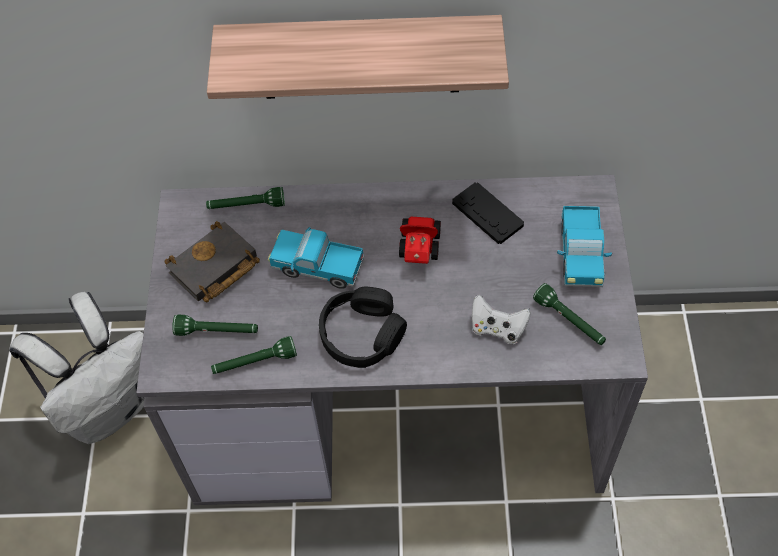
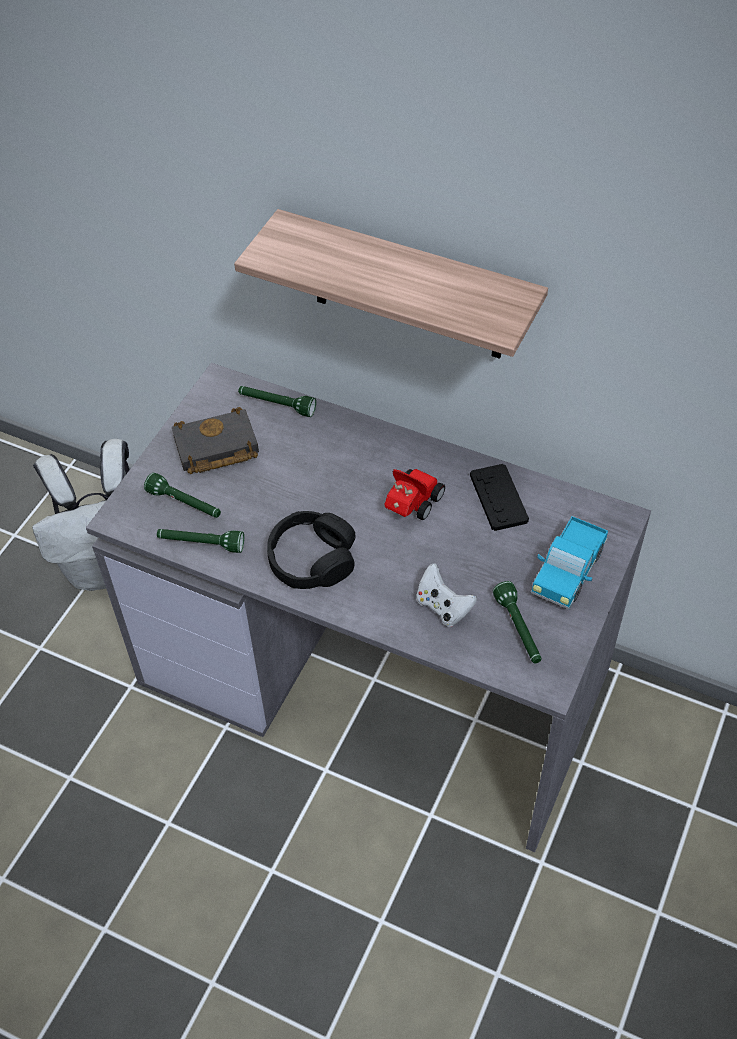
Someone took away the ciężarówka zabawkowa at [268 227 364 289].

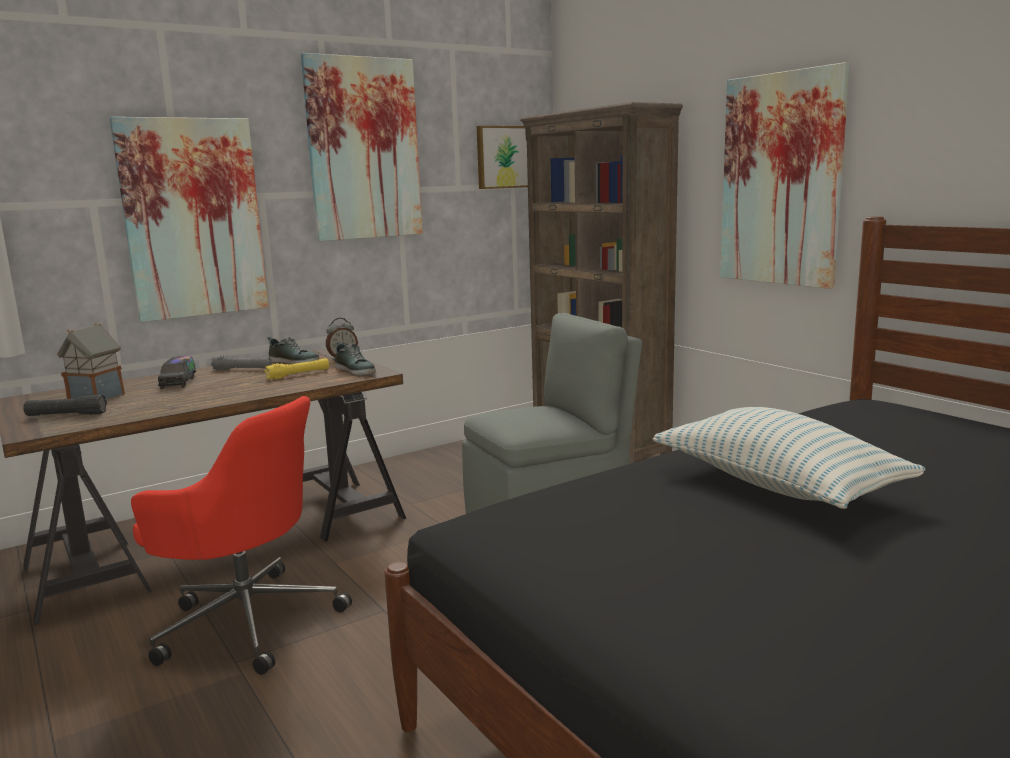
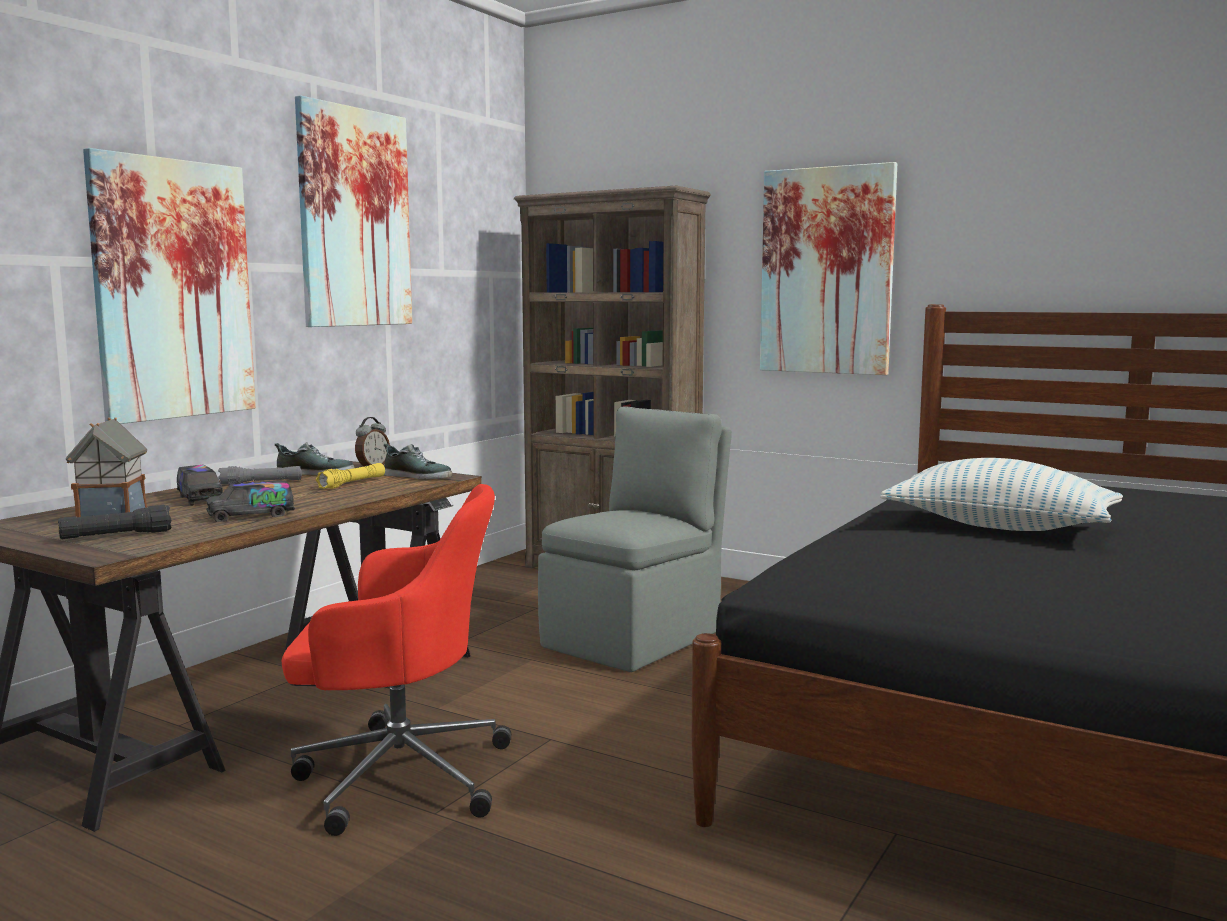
Someone took away the obraz at [477 126 528 189].
Someone put down the ciężarówka zabawkowa at [206 480 295 522].

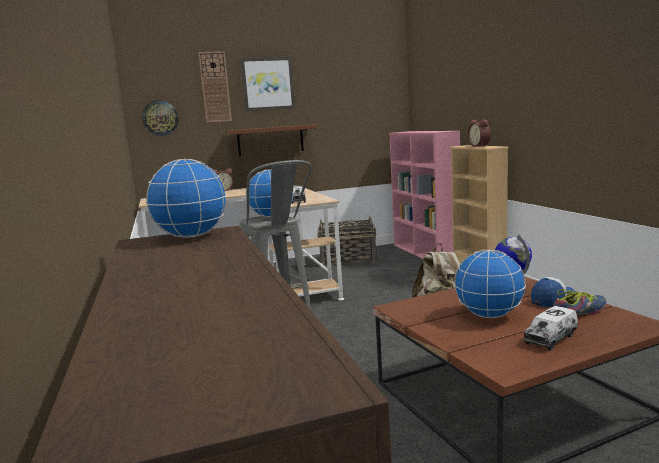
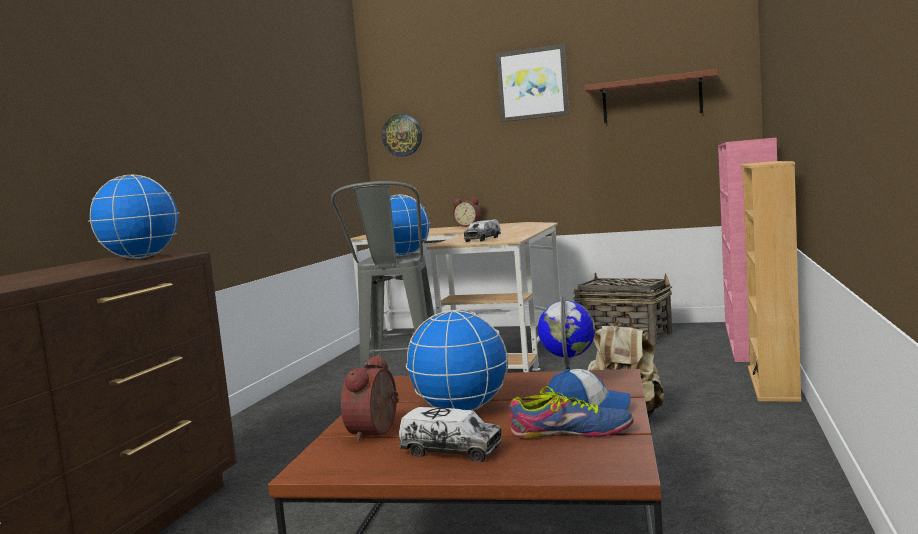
Someone took away the zegar ścienny at [198 51 232 123].
Someone carried the półka [brązowy] from [226 124 317 156] to [584 69 718 123].
Someone carried the budzik from [467 119 491 147] to [341 355 399 442].
Someone rotated the ciężarówka zabawkowa at [523 306 578 351] by 150 degrees counterclockwise.

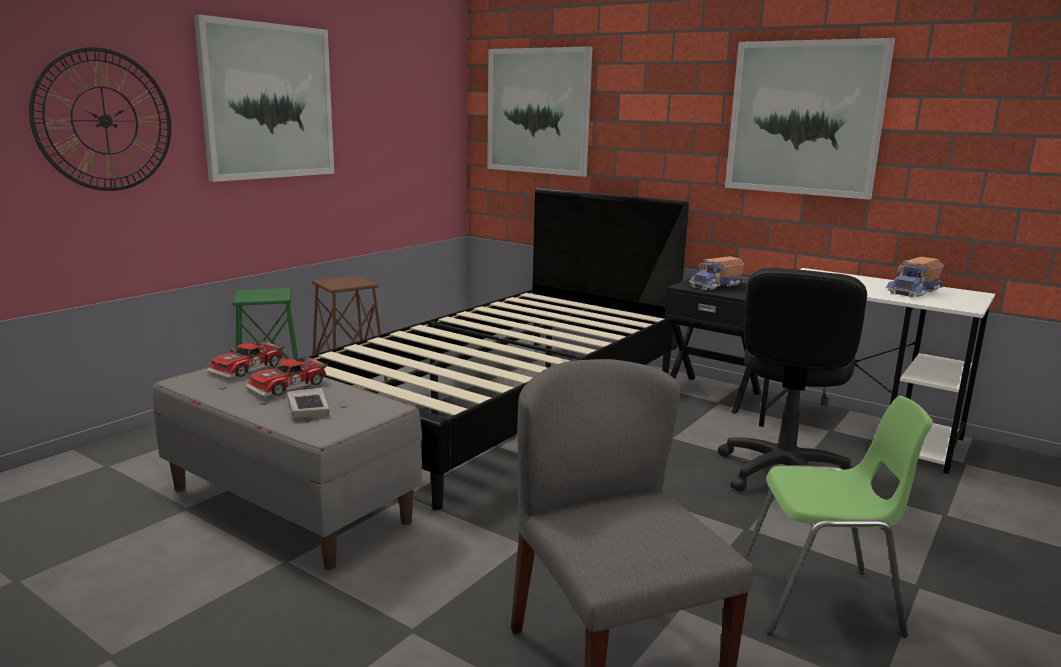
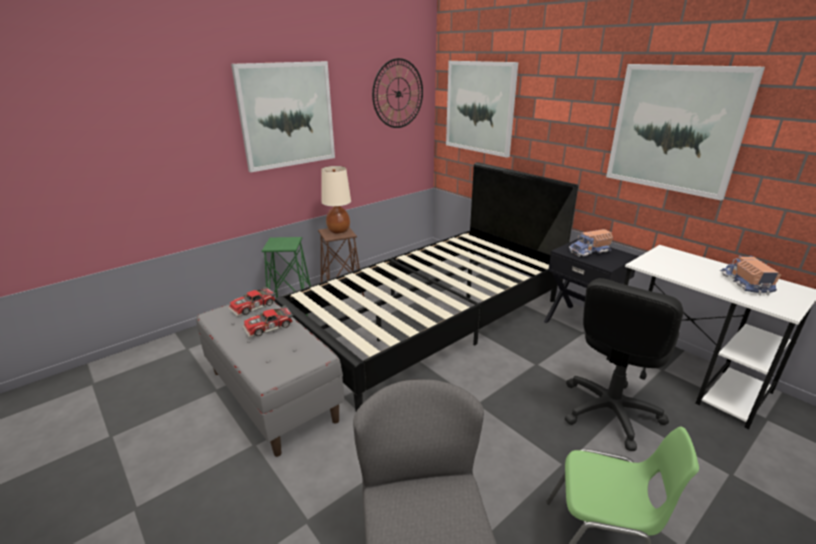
Someone carried the zegar ścienny from [29 47 171 191] to [372 58 423 128].
Someone took away the książka at [287 388 329 417].
Someone rotated the ciężarówka zabawkowa at [885 257 944 298] by 120 degrees clockwise.
Someone put down the lampa stołowa [beżowy] at [321 166 351 234].

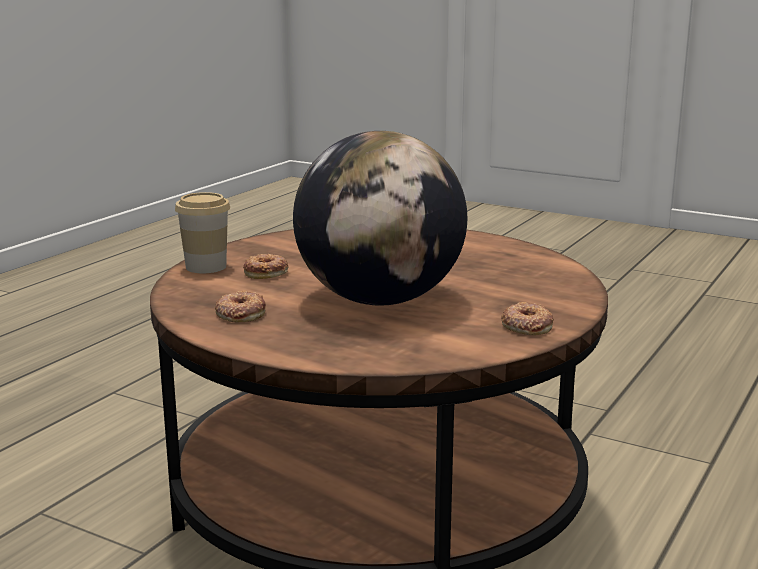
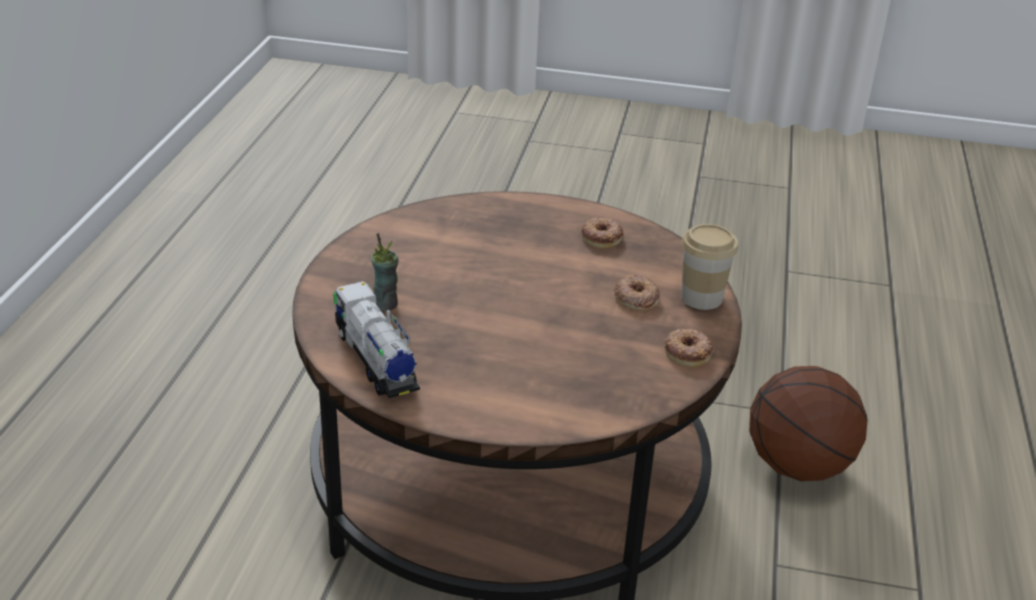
Someone took away the globus at [293 131 467 305].
Someone carried the donut from [501 302 554 335] to [664 329 714 367].
Someone put down the ciężarówka zabawkowa at [333 281 420 398].
Someone put down the filiżanka at [371 233 399 311].
Someone put down the piłka do koszykówki at [749 366 868 481].

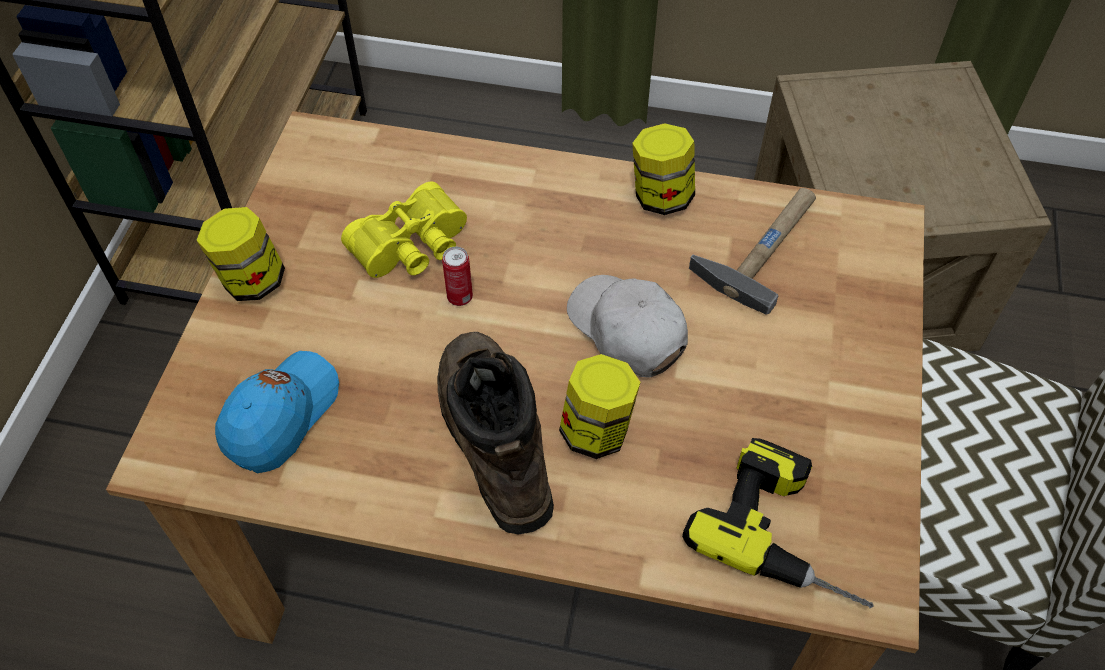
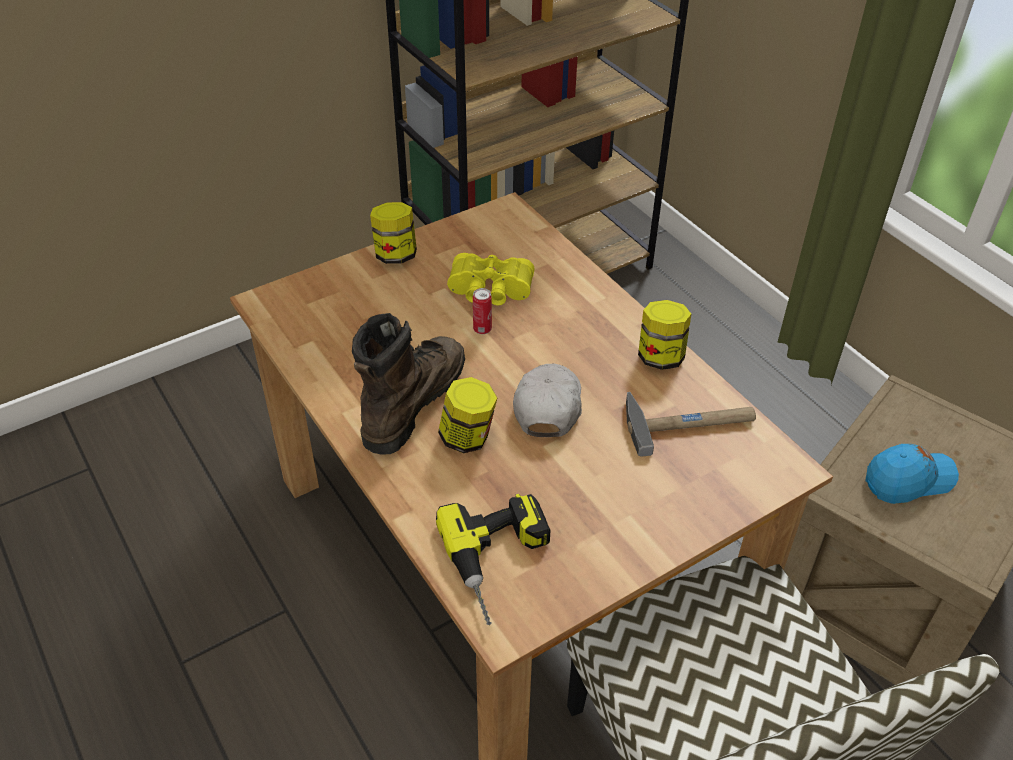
Someone carried the czapka z daszkiem [niebieski] from [215 351 339 473] to [866 444 959 504].

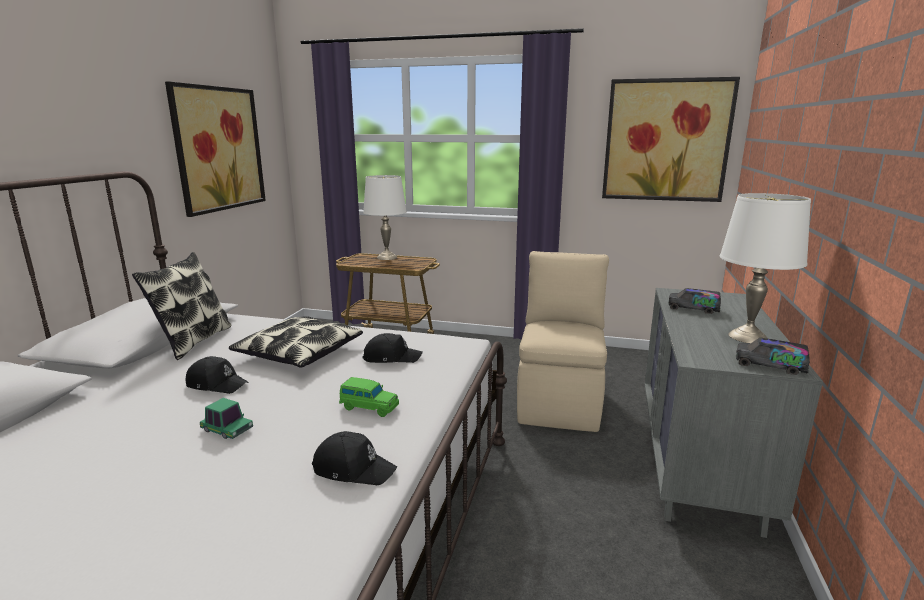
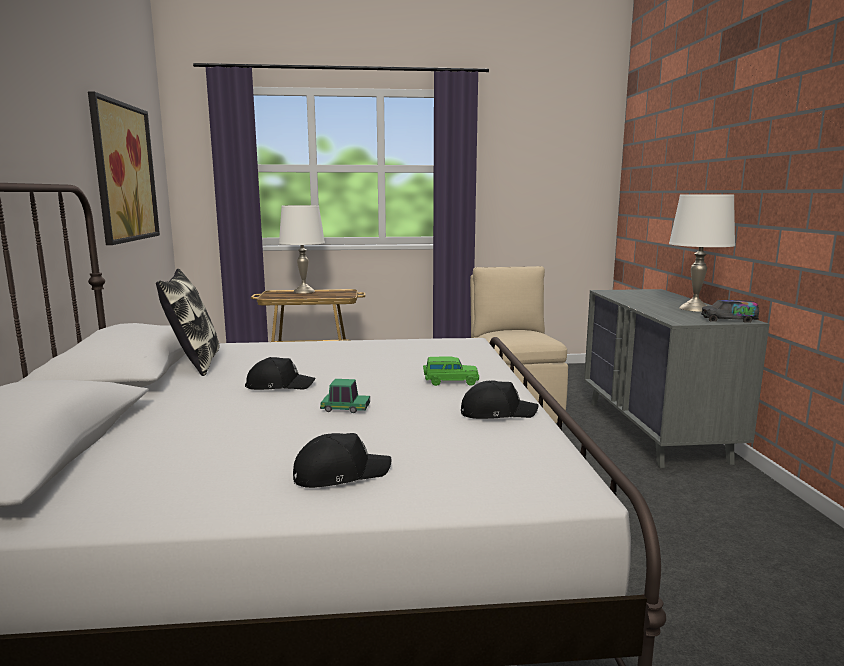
Someone took away the poduszka at [229 317 363 368].
Someone carried the czapka z daszkiem [czarny] from [362 333 423 363] to [293 433 392 488].
Someone took away the obraz at [602 77 740 202].
Someone took away the ciężarówka zabawkowa at [668 288 721 314].

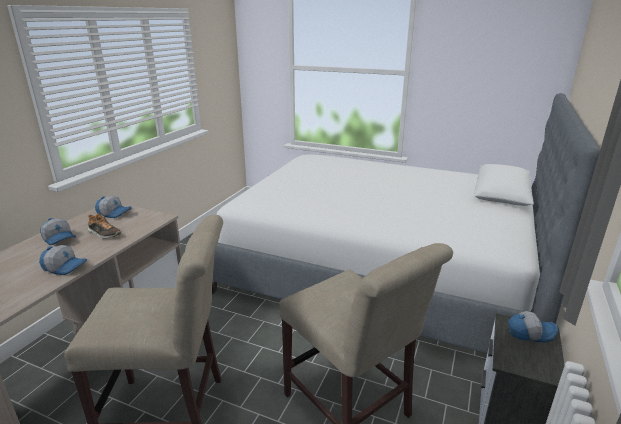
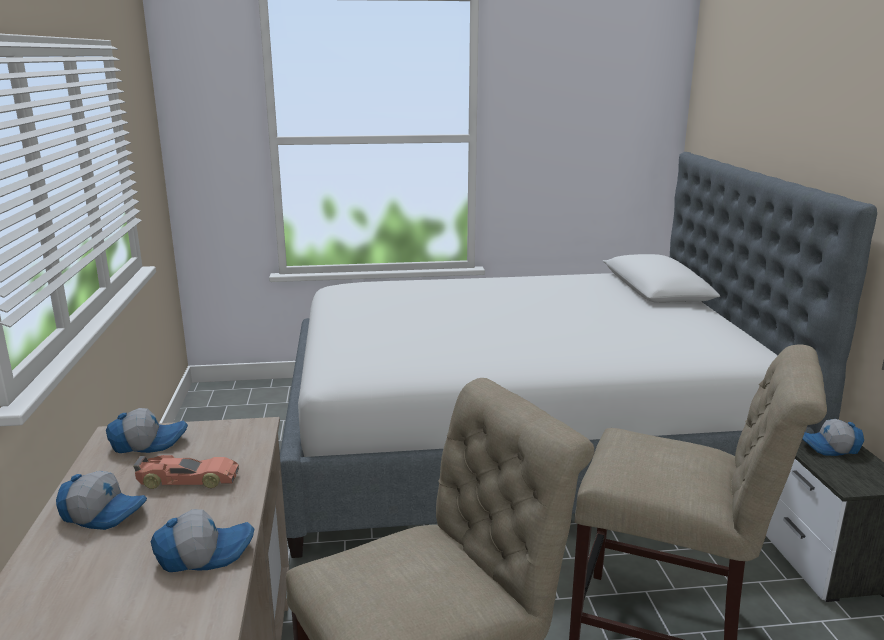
Someone swapped the but at [88 214 121 238] for the samochodzik at [133 455 239 489].
Someone rotated the czapka z daszkiem at [508 311 558 342] by 150 degrees counterclockwise.

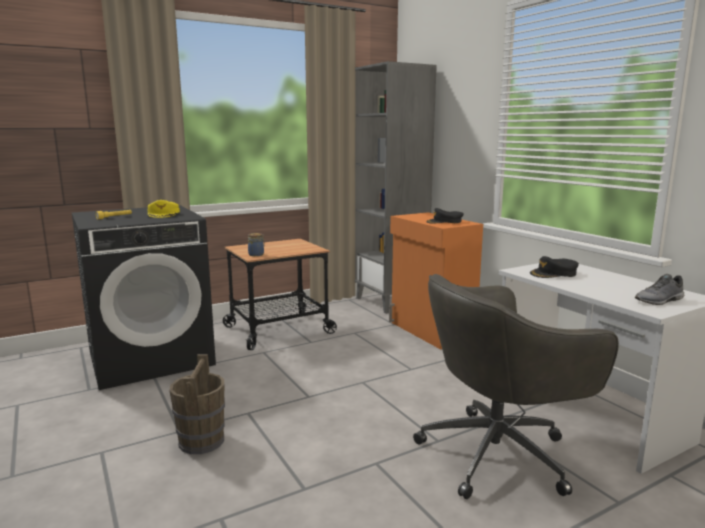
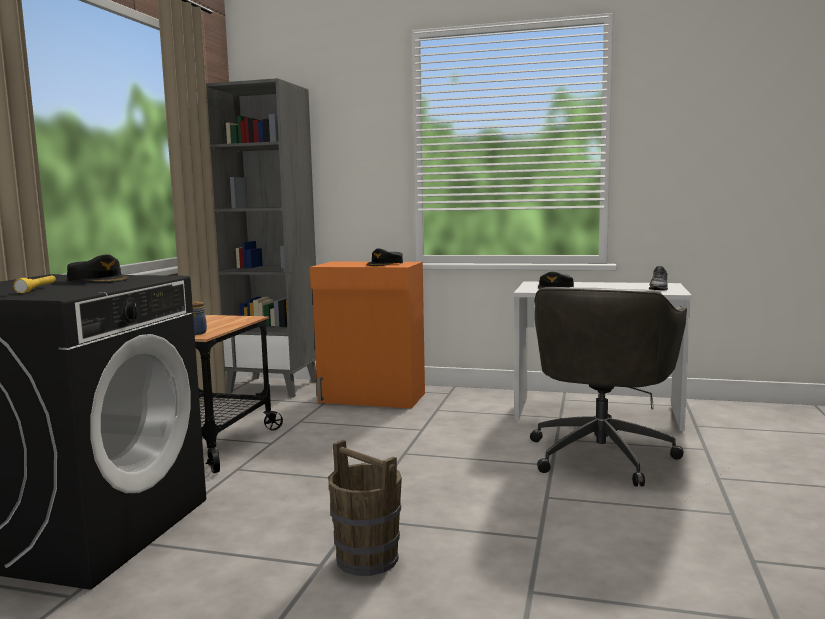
Someone repainted the czapka z daszkiem [żółty] at [147 200 180 218], which became the czapka z daszkiem [czarny] at [67 255 129 283].

